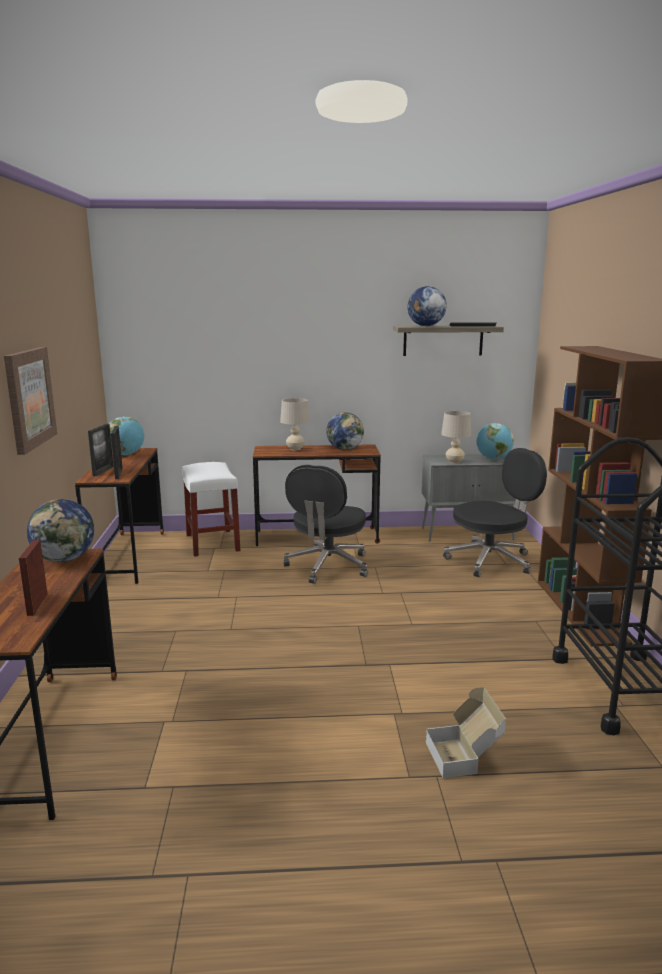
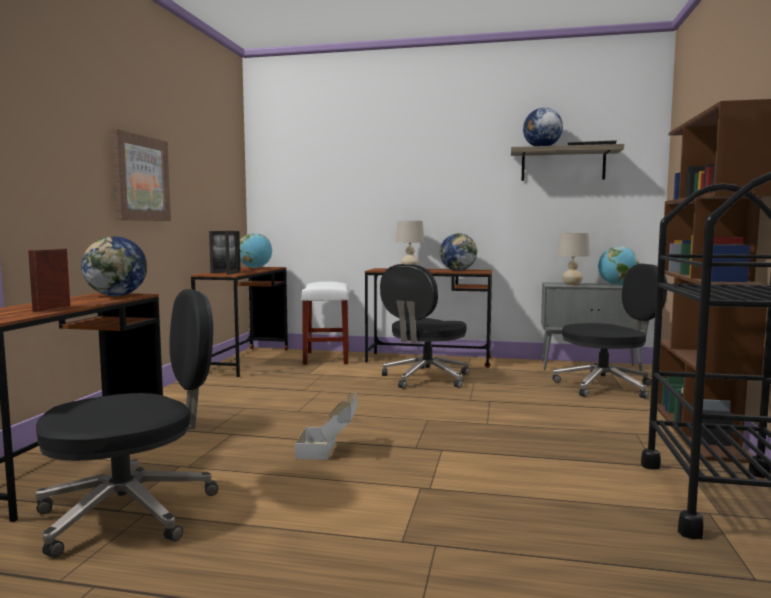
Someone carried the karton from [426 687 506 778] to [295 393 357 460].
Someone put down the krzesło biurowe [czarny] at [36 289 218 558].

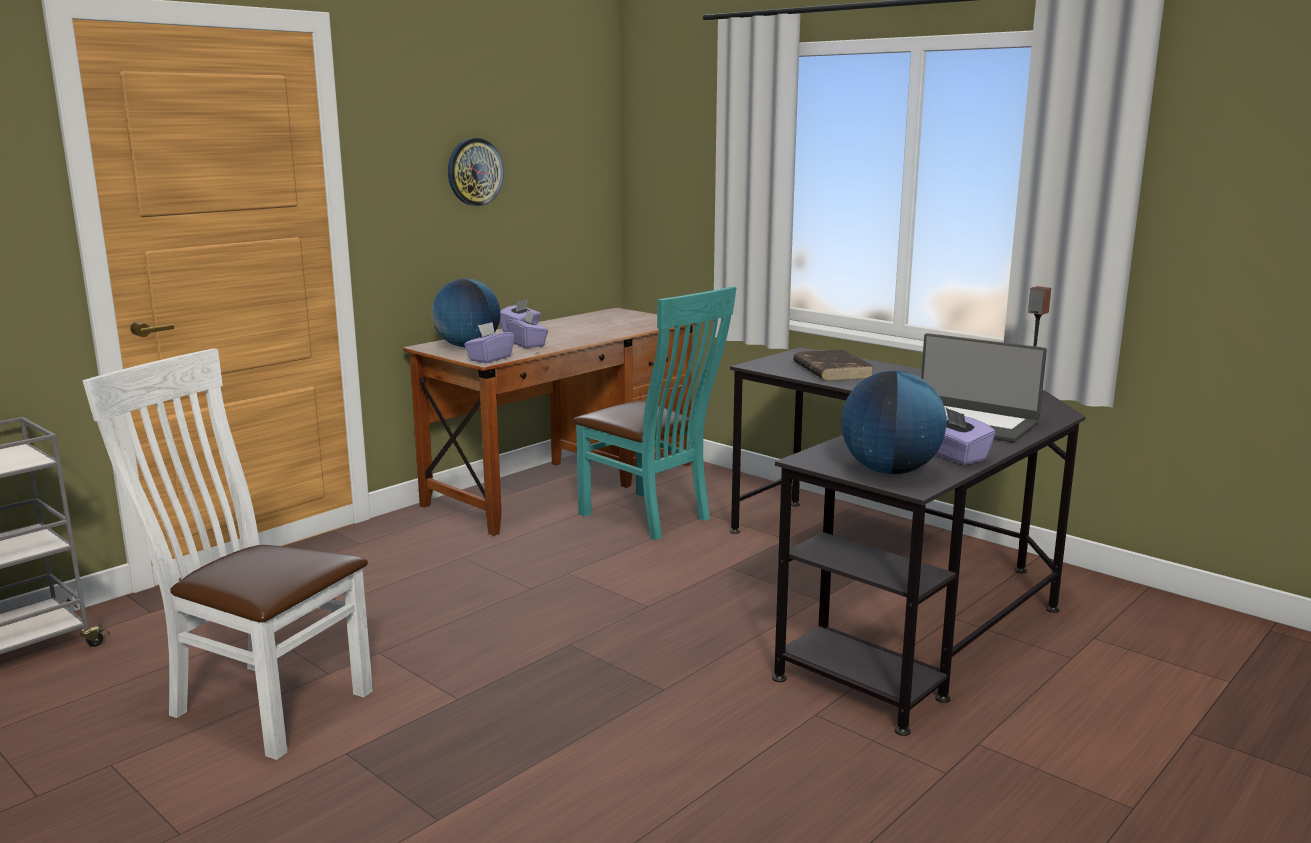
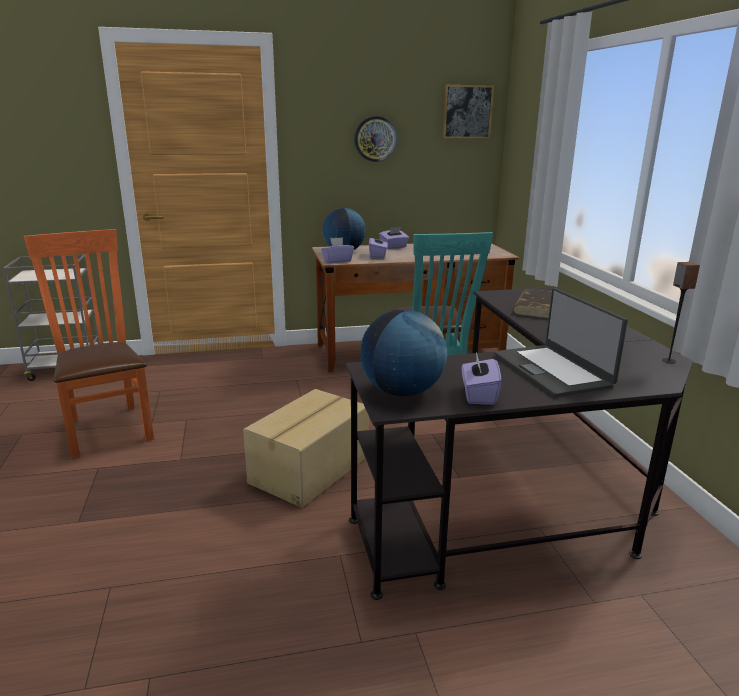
Someone repainted the krzesło [biały] at [82 348 373 760], which became the krzesło [pomarańczowy] at [24 229 154 459].
Someone put down the karton at [243 389 369 508].
Someone put up the obraz at [443 85 494 139].

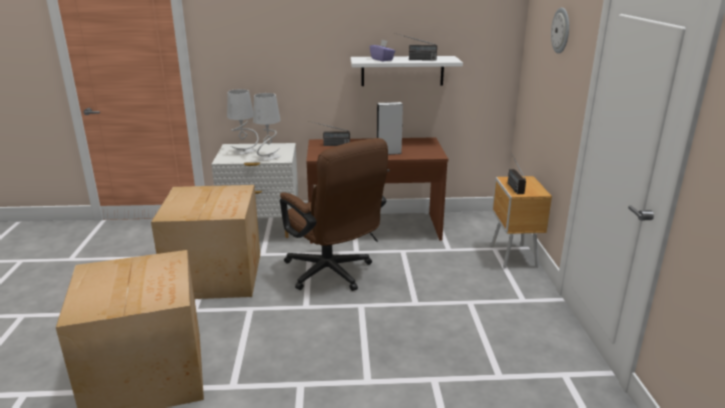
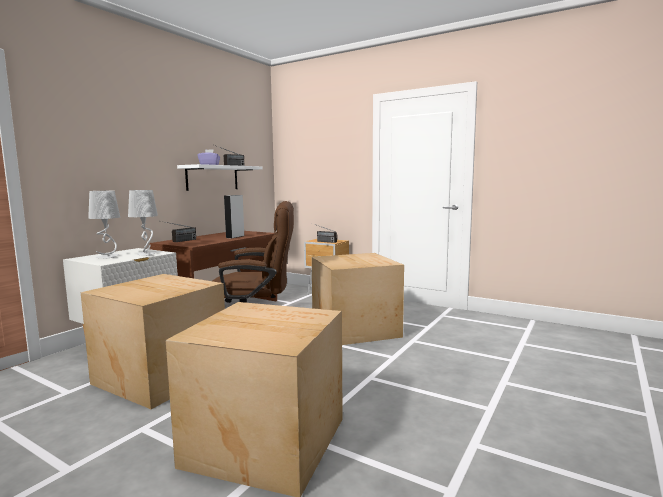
Someone took away the zegar ścienny at [551 7 569 54].
Someone put down the karton at [311 253 404 345].

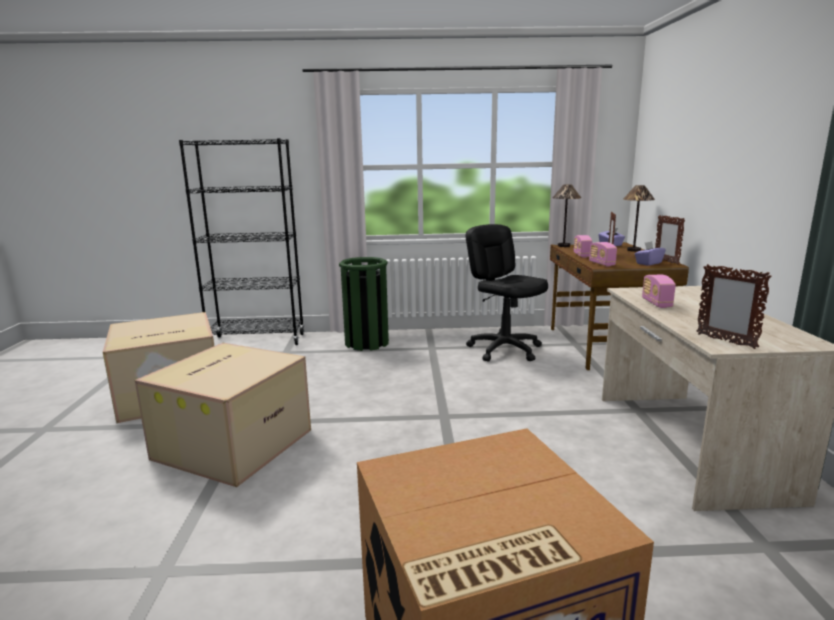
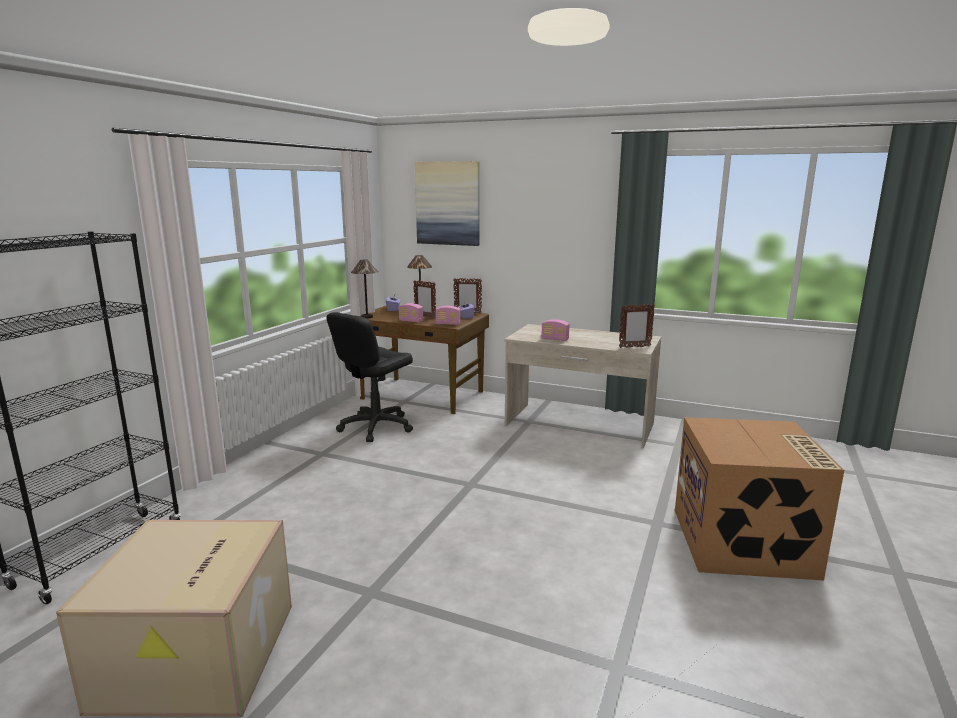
Someone took away the karton at [135 343 311 487].
Someone took away the kosz na śmieci [zielony] at [339 257 389 351].
Someone rotated the krzesło biurowe [czarny] at [466 224 548 362] by 45 degrees counterclockwise.
Someone put up the obraz at [415 161 479 246].

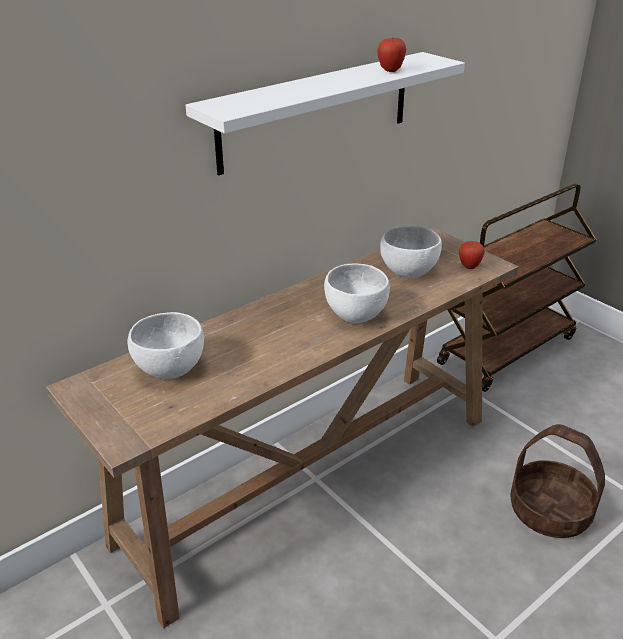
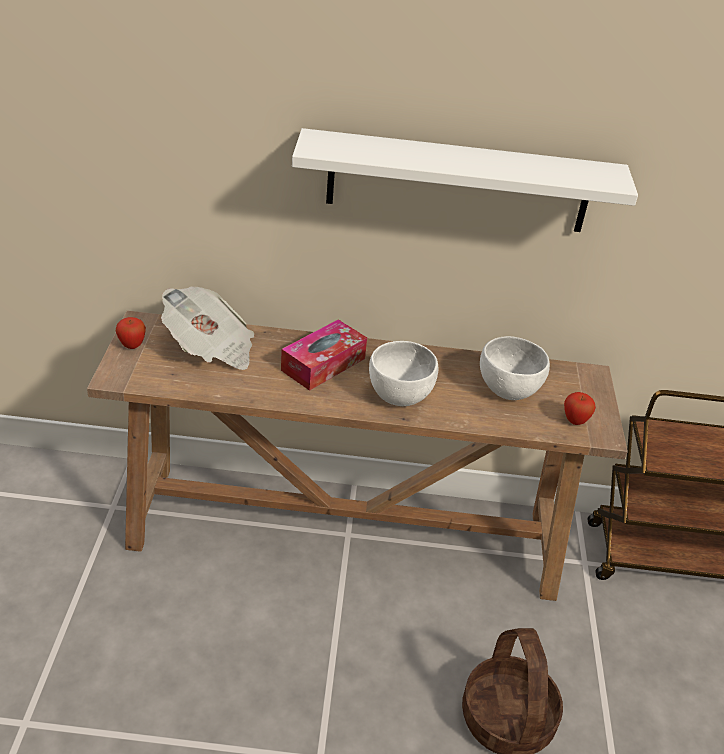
Someone swapped the miska [biały] at [128 312 204 379] for the gazeta at [161 286 254 370].
Someone carried the jabłko from [377 38 406 72] to [116 317 146 349].
Someone put down the pudełko chusteczek at [281 319 367 391].

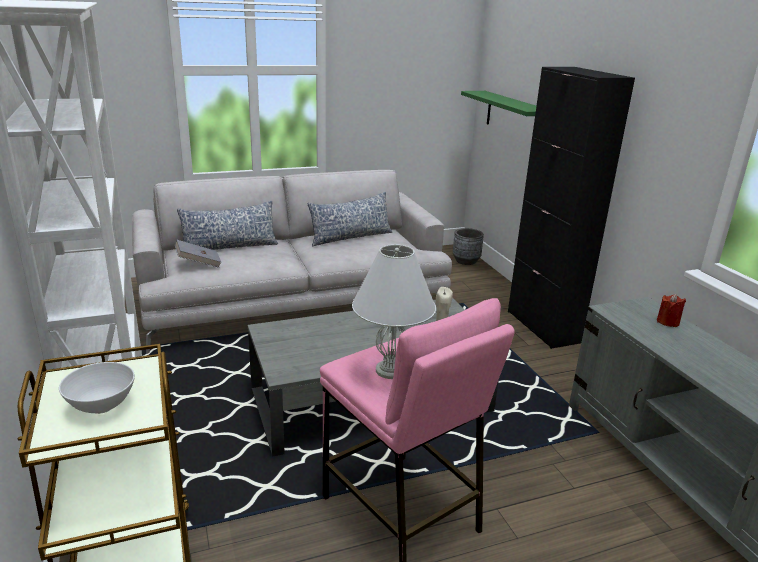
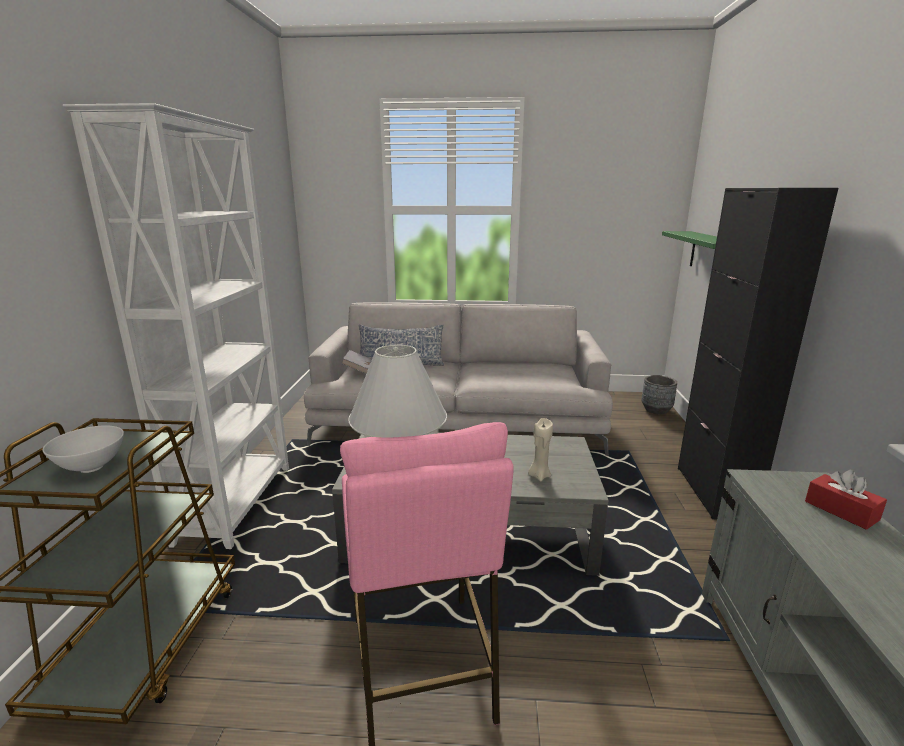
Someone took away the poduszka at [308 192 392 247].
Someone swapped the świeca [czerwony] at [657 294 686 327] for the pudełko chusteczek [czerwony] at [805 470 887 530].

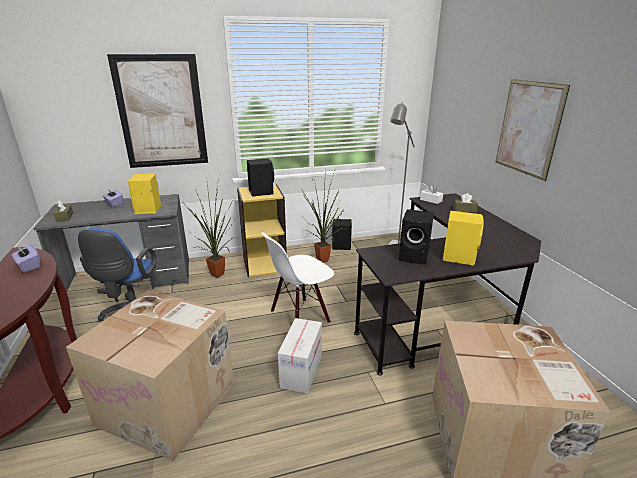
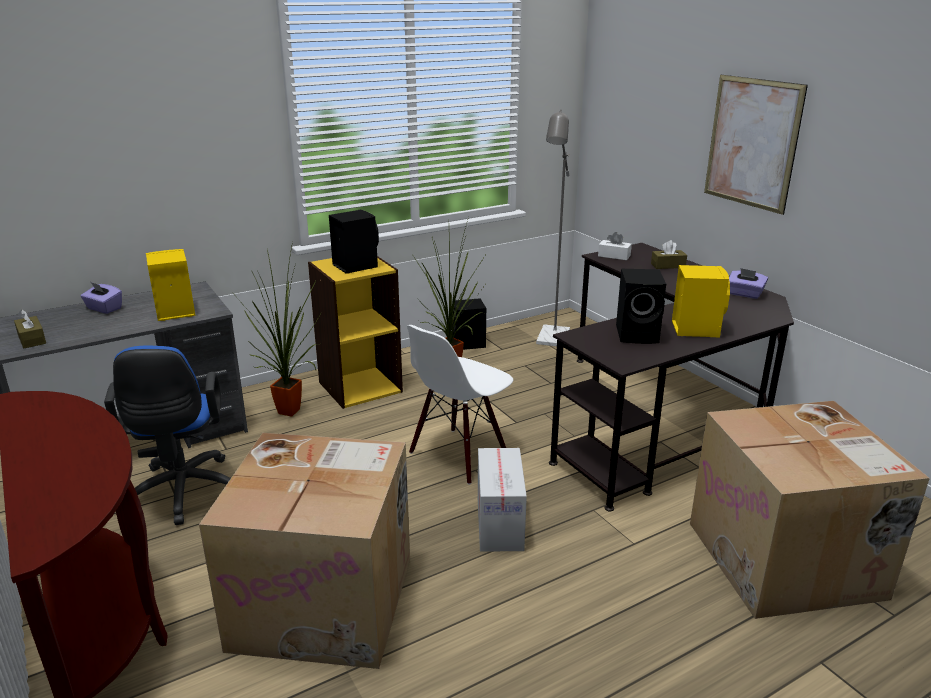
Someone carried the pudełko chusteczek [fioletowy] from [12 245 41 273] to [729 268 768 299].
Someone took away the obraz at [107 54 208 168].

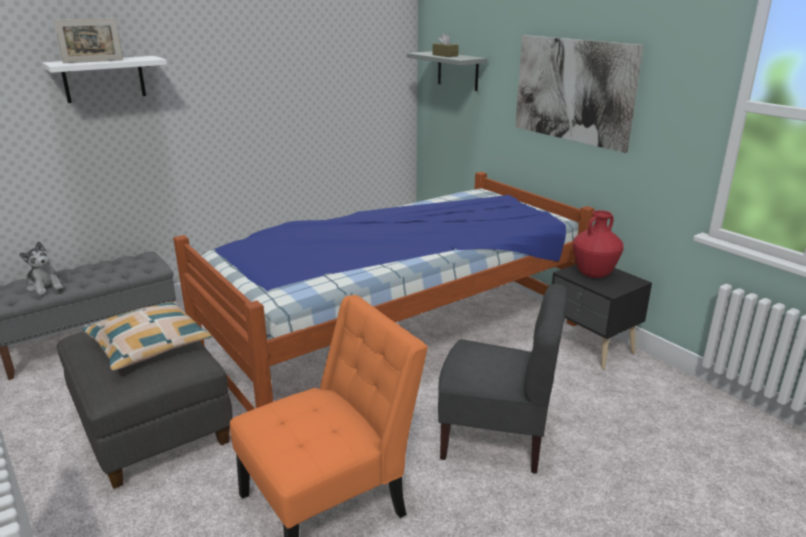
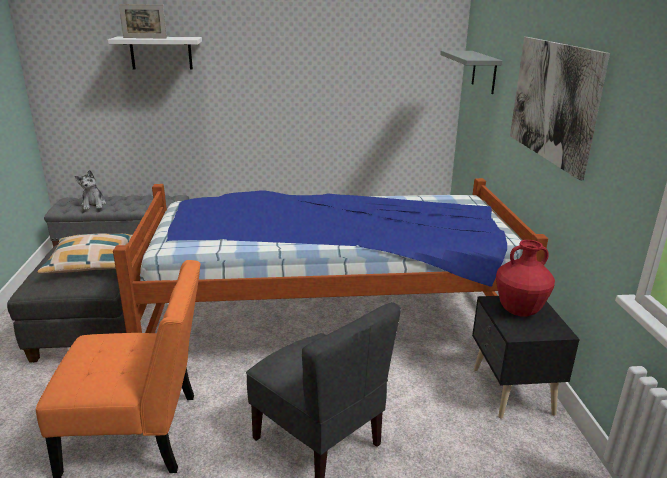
Someone took away the pudełko chusteczek [brązowy] at [432 33 459 57].

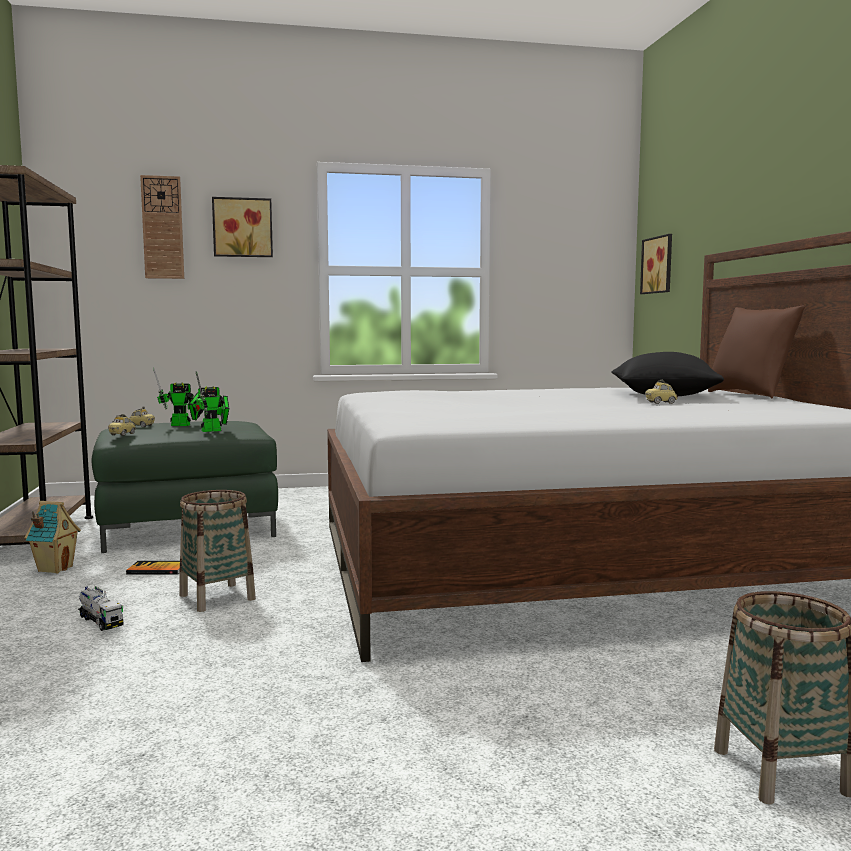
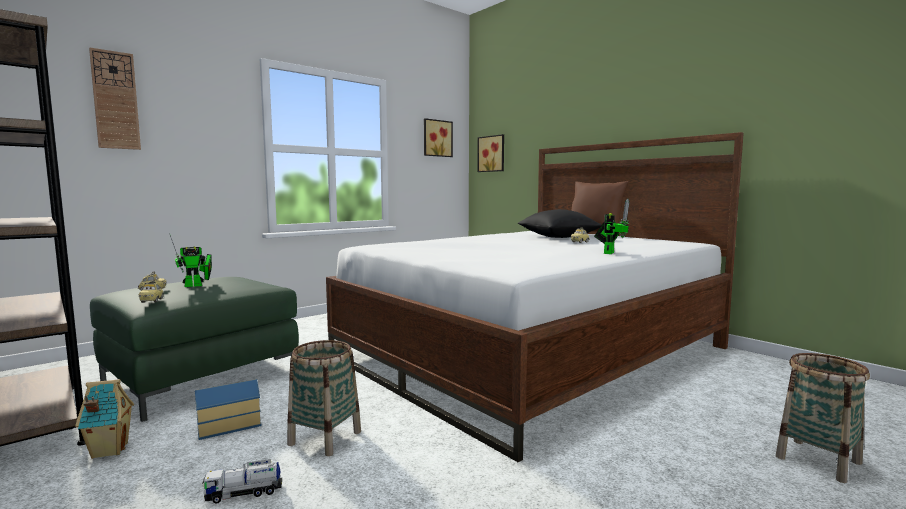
Someone rotated the ciężarówka zabawkowa at [78 586 124 631] by 150 degrees clockwise.
Someone swapped the książka at [126 561 180 575] for the domek at [195 379 261 440].
Someone carried the robot zabawkowy from [196 371 229 432] to [594 198 630 254].
Someone carried the obraz from [212 197 273 257] to [424 118 453 157].

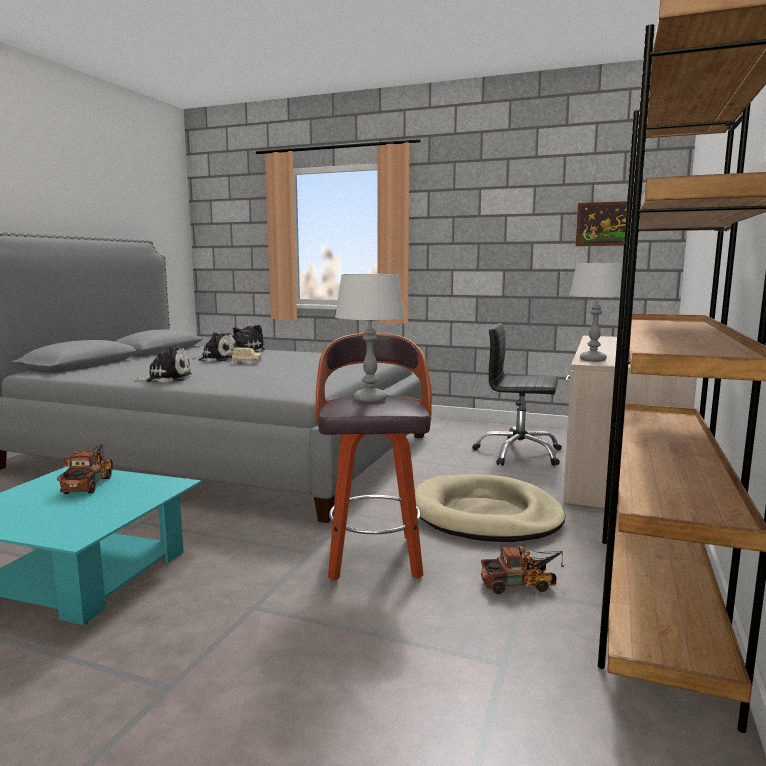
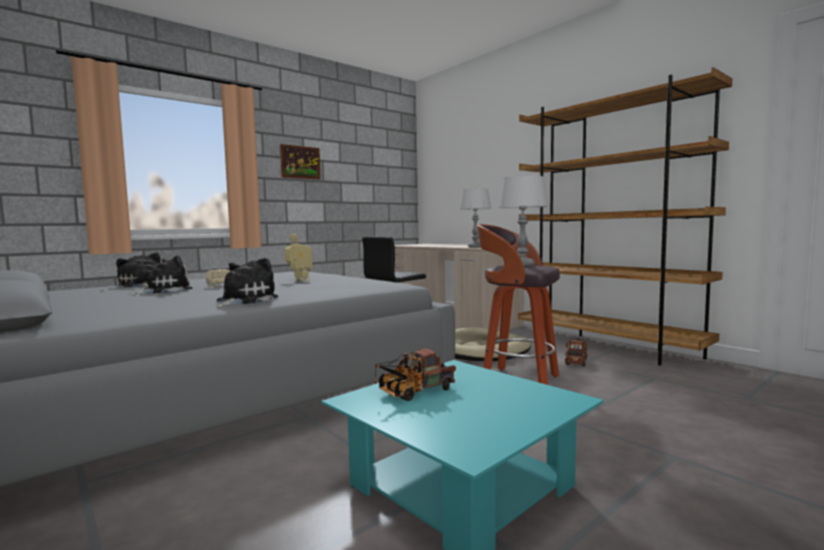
Someone rotated the ciężarówka zabawkowa at [57 443 114 494] by 60 degrees counterclockwise.
Someone carried the obraz from [576 201 627 246] to [280 144 321 180].
Someone put down the robot zabawkowy at [284 234 312 281].

